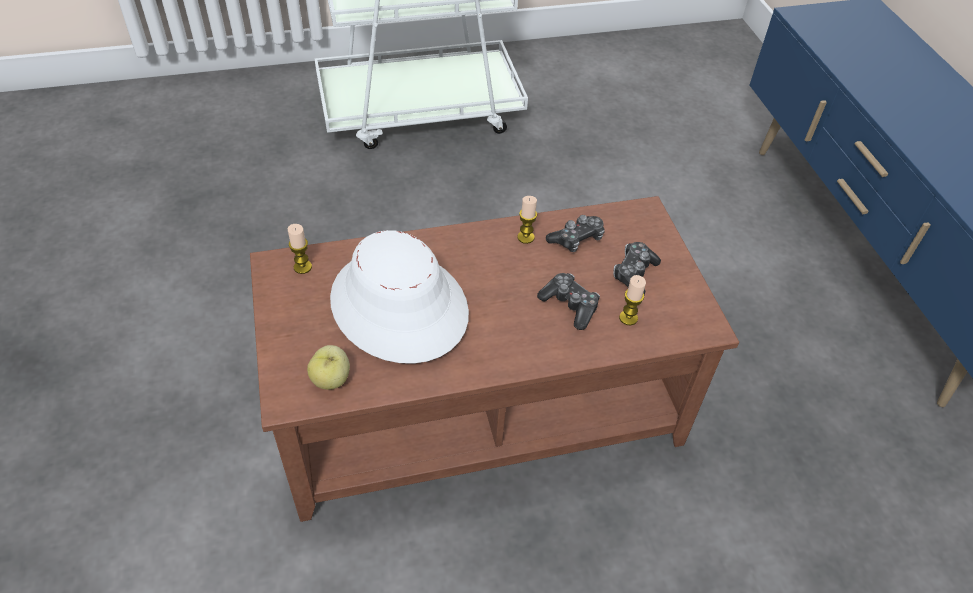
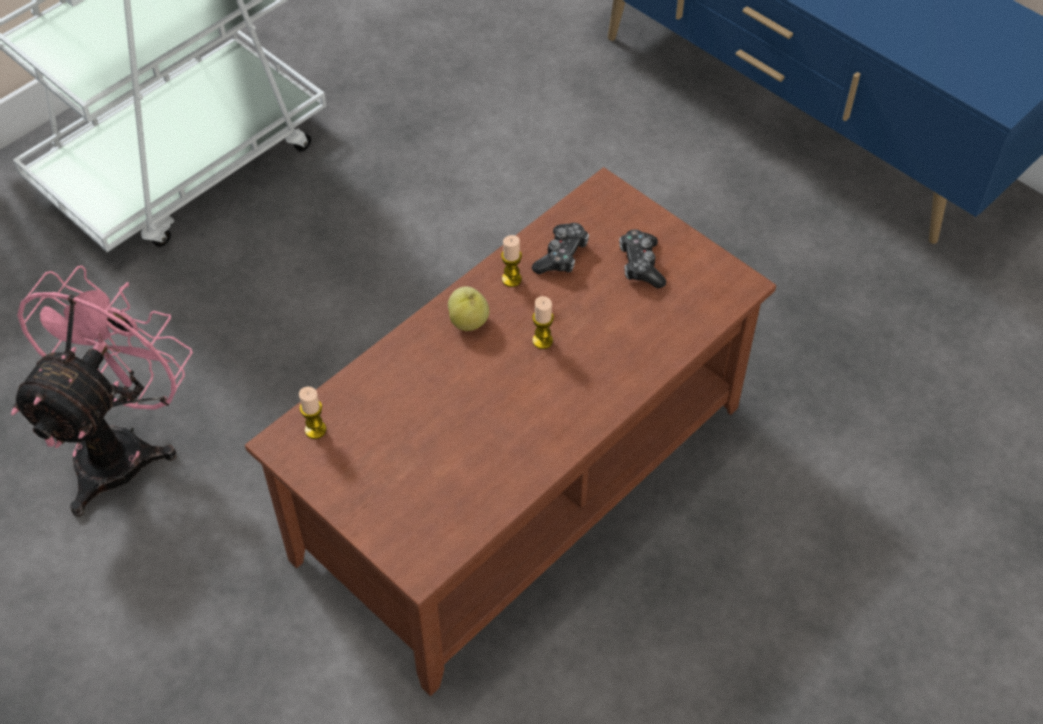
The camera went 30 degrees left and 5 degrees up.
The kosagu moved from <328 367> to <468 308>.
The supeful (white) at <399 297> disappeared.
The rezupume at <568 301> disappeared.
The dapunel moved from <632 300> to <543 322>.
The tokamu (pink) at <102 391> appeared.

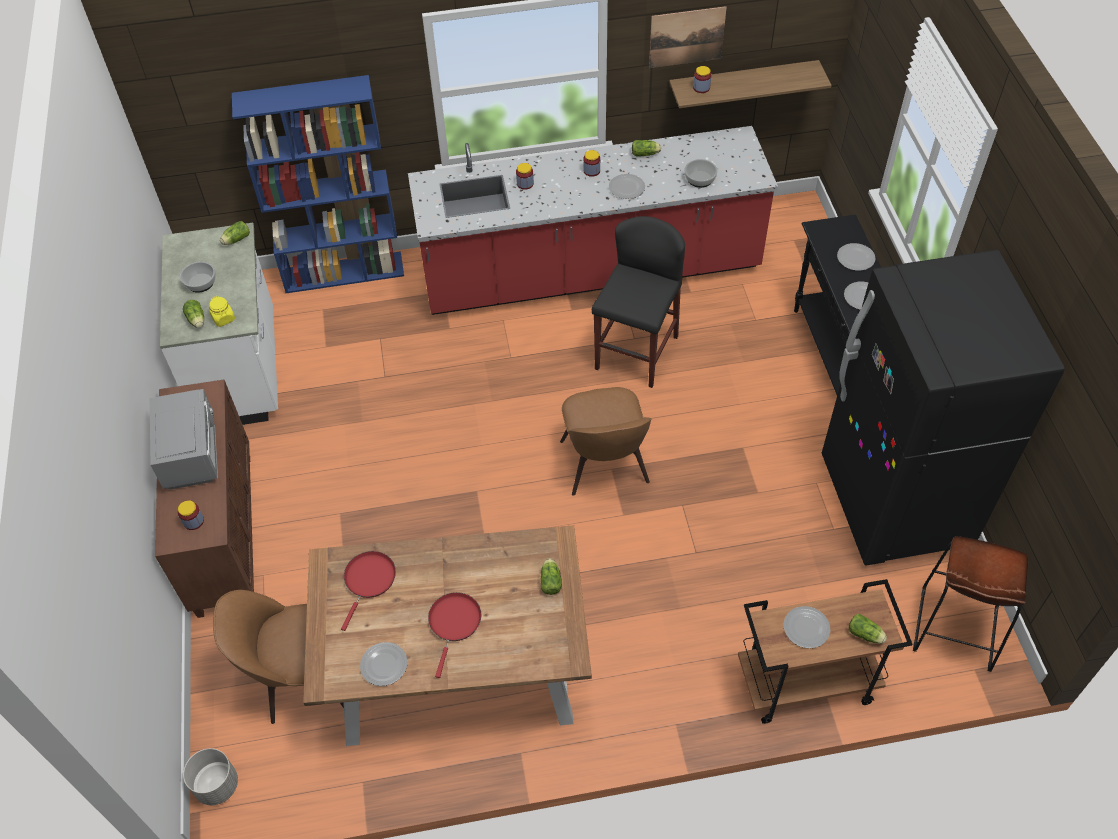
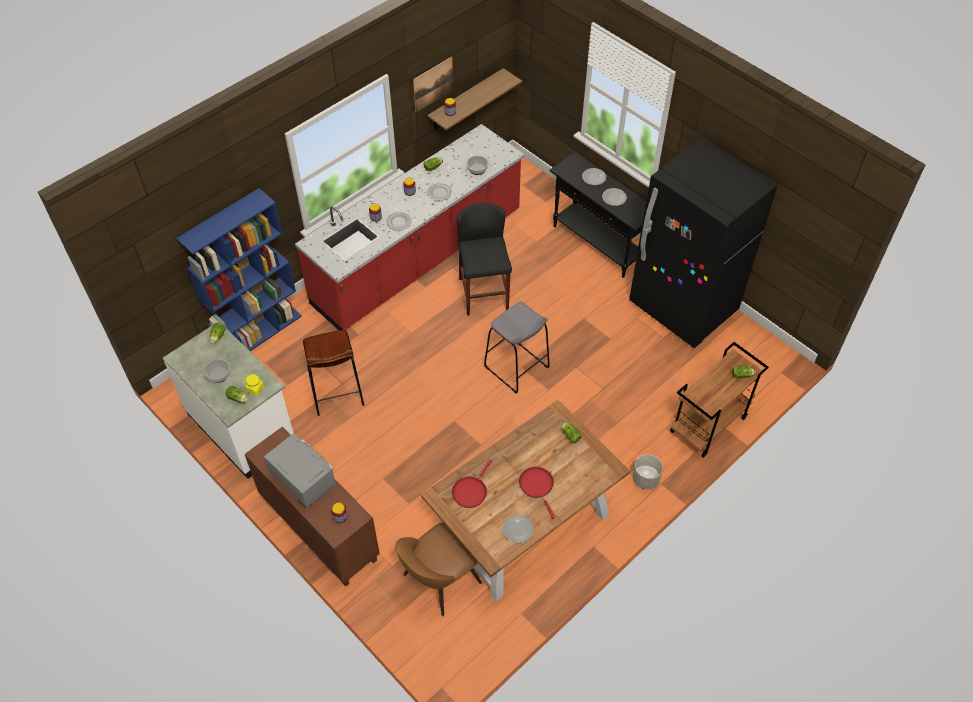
The camera went 35 degrees left and 0 degrees up.
The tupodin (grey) moved from <210 776> to <648 471>.
The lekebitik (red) at <368 591> turned 135 degrees counterclockwise.
The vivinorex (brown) at <605 441> was replaced by the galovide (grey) at <517 347>.
The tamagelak moved from <807 627> to <399 221>.
The galovide (brown) moved from <970 604> to <333 373>.

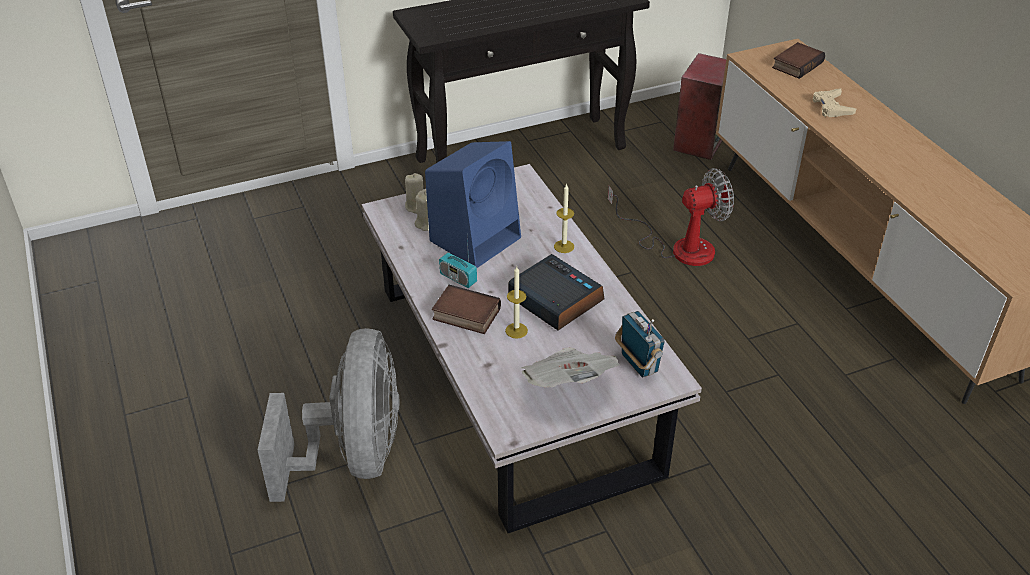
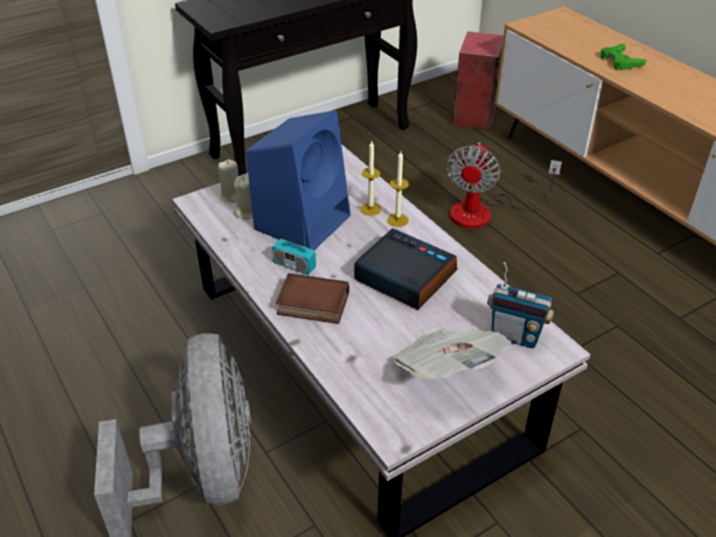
The camera went 10 degrees left and 0 degrees up.
The dapunel moved from <516 302> to <370 178>.
The tokamu at <671 217> turned 135 degrees clockwise.
The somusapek at <640 344> turned 150 degrees clockwise.
The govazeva at <798 60> disappeared.
The rezupume (beige) at <834 102> became the rezupume (green) at <623 56>.

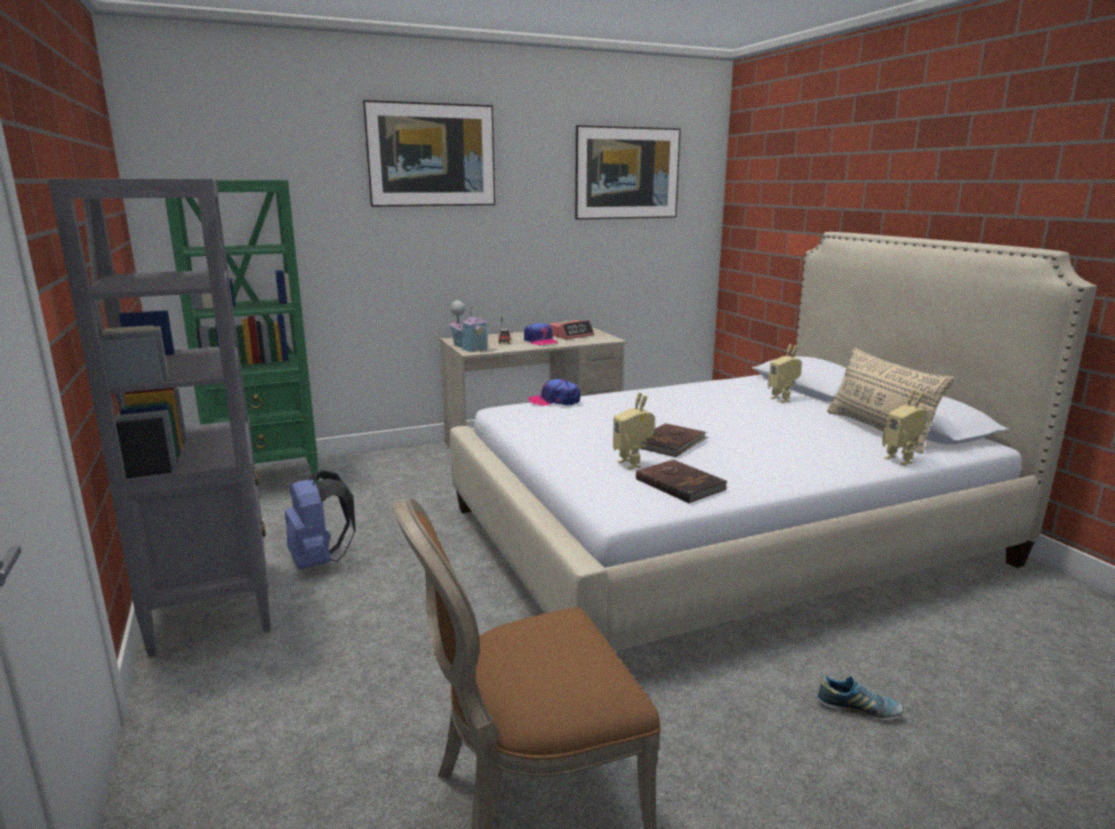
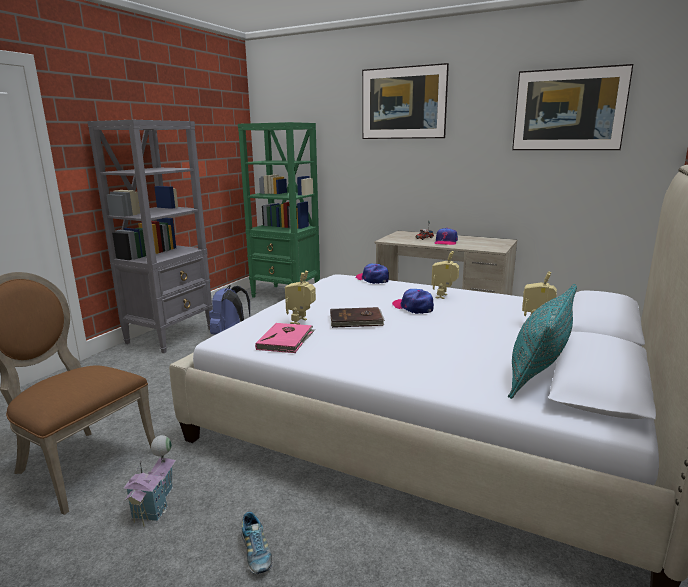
The camera went 50 degrees right and 0 degrees up.
The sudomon moved from <467 326> to <149 481>.
The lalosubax at <571 329> disappeared.
The govazeva (brown) at <682 481> became the govazeva (pink) at <285 338>.
The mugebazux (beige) at <890 400> became the mugebazux (turquoise) at <542 341>.
The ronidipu moved from <905 428> to <445 275>.
The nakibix at <413 301> appeared.

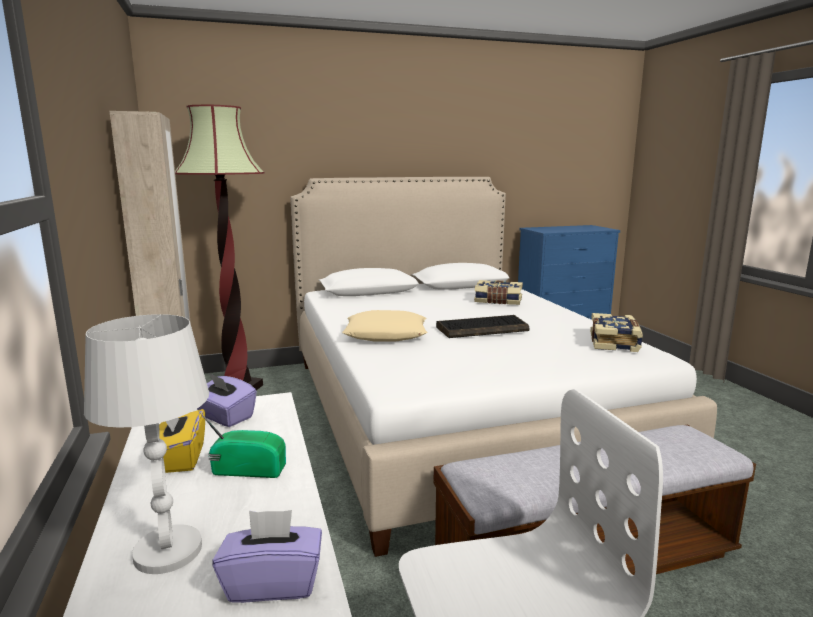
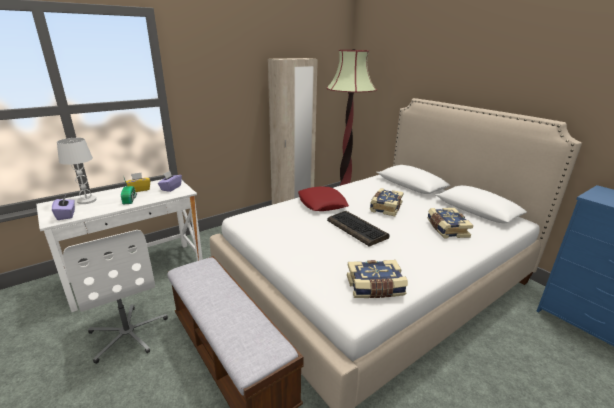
The camera went 70 degrees right and 10 degrees up.
The mugebazux (beige) at <384 326> became the mugebazux (red) at <323 198>.
The govazeva at <387 202> appeared.

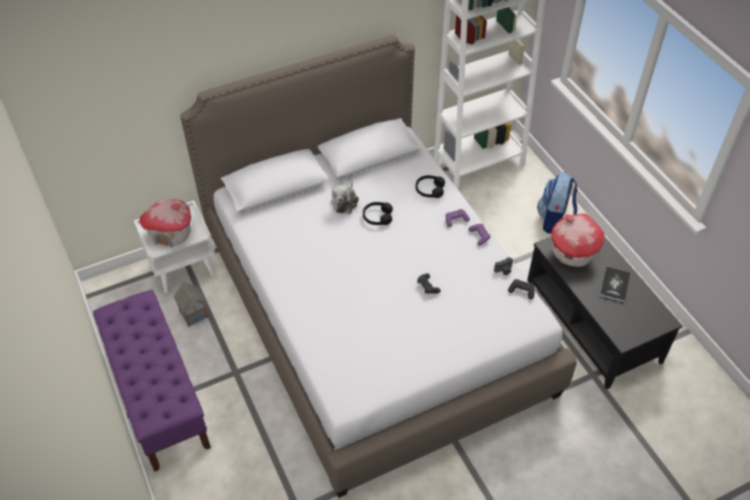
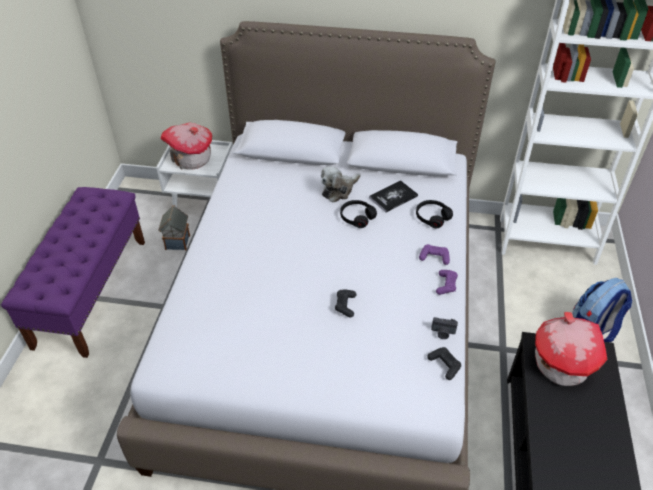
The camera went 35 degrees right and 5 degrees down.
The govazeva moved from <615 284> to <393 196>.

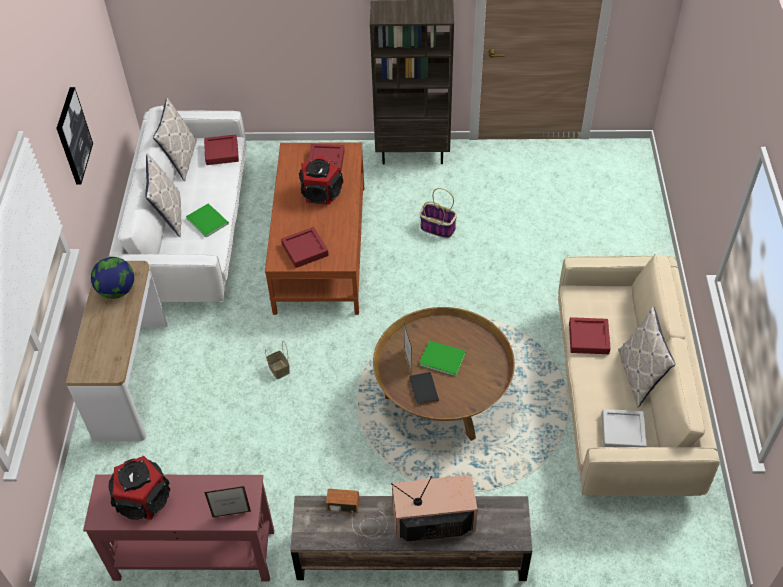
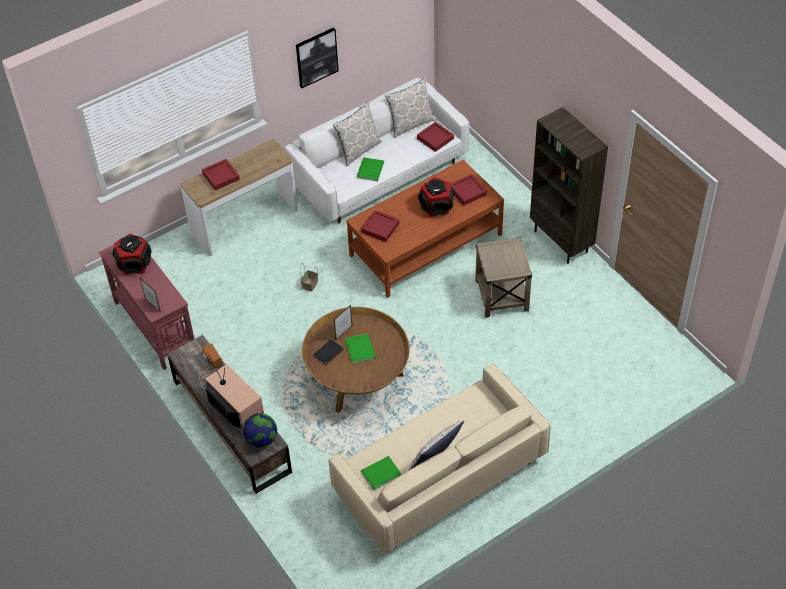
The camera went 55 degrees right and 0 degrees up.
The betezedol moved from <112 278> to <260 430>.
The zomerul at <438 213> was replaced by the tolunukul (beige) at <503 277>.
The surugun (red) moved from <590 335> to <221 174>.
The surugun (grey) at <624 428> was replaced by the govazeva (green) at <381 473>.

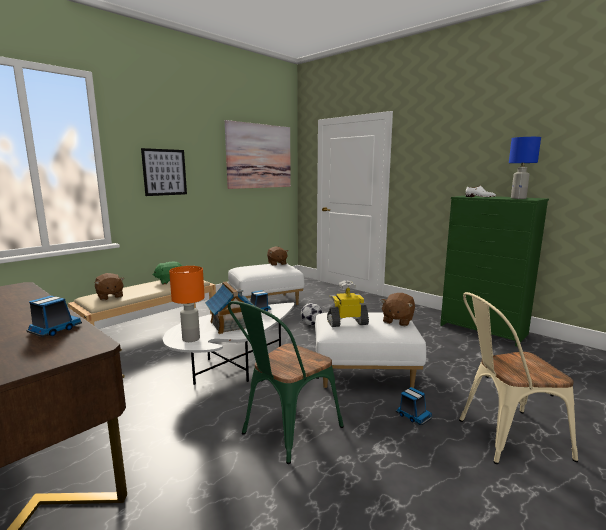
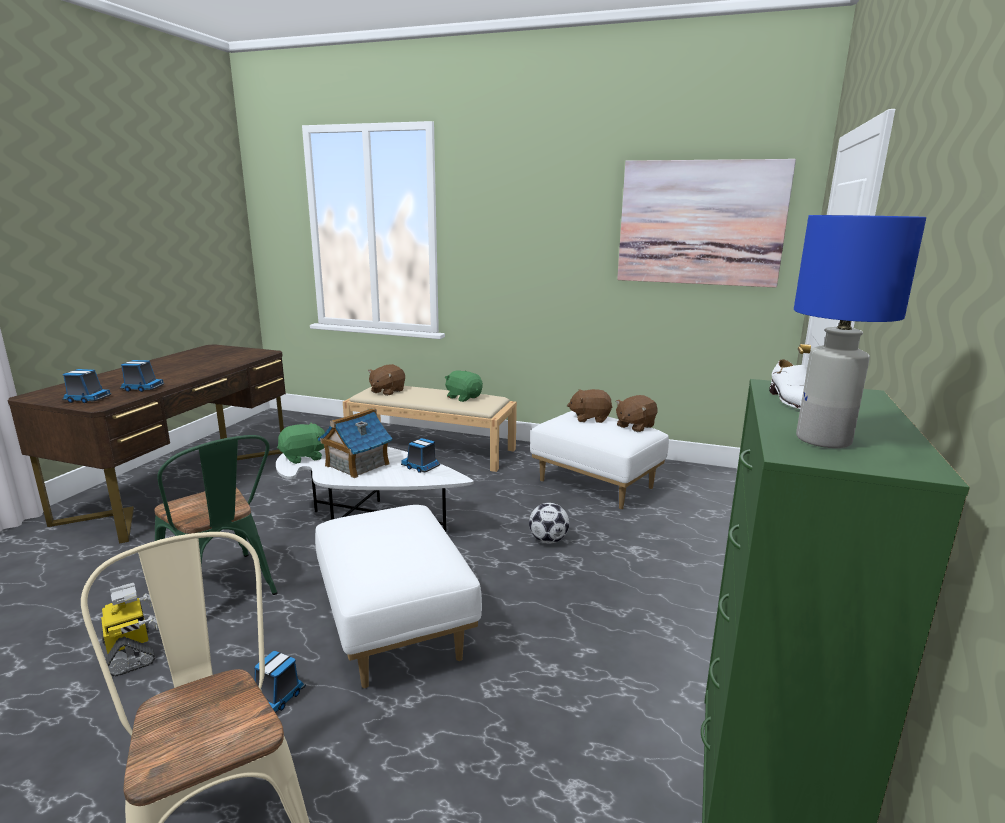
The camera went 65 degrees right and 5 degrees up.
The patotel at <164 172> disappeared.
The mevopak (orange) at <187 304> was replaced by the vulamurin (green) at <301 443>.
The vivinorex (green) at <286 382> turned 150 degrees counterclockwise.
The ronidipu moved from <348 303> to <129 629>.
The vulamurin (brown) moved from <398 309> to <590 406>.
The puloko at <86 386> appeared.

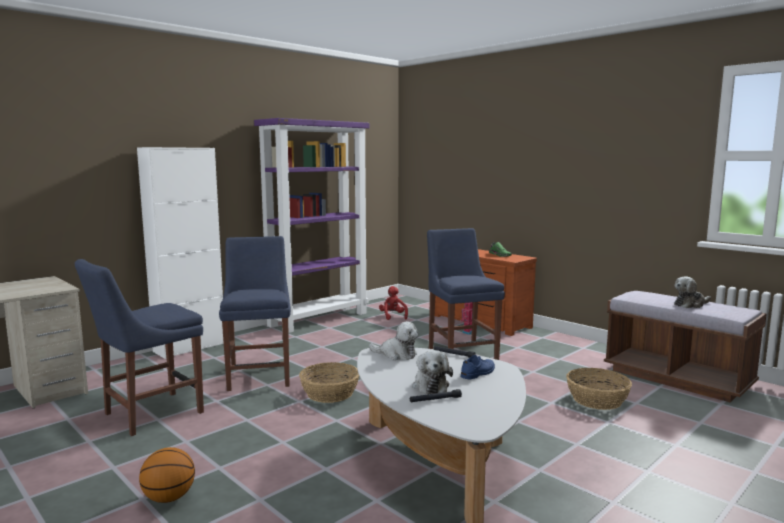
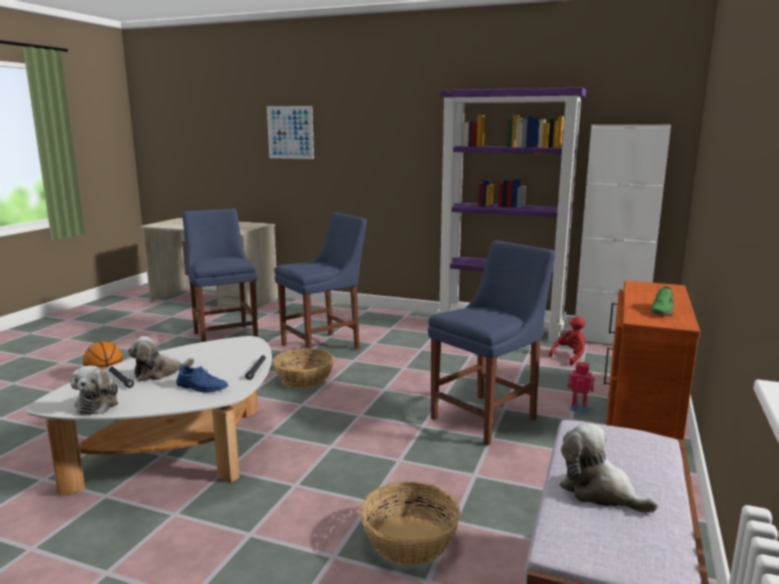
The camera went 65 degrees right and 5 degrees up.
The vivinorex (blue) at <139 347> turned 45 degrees clockwise.
The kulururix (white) moved from <180 253> to <623 234>.
The vulamurin moved from <394 340> to <94 390>.
The patotel at <290 132> appeared.

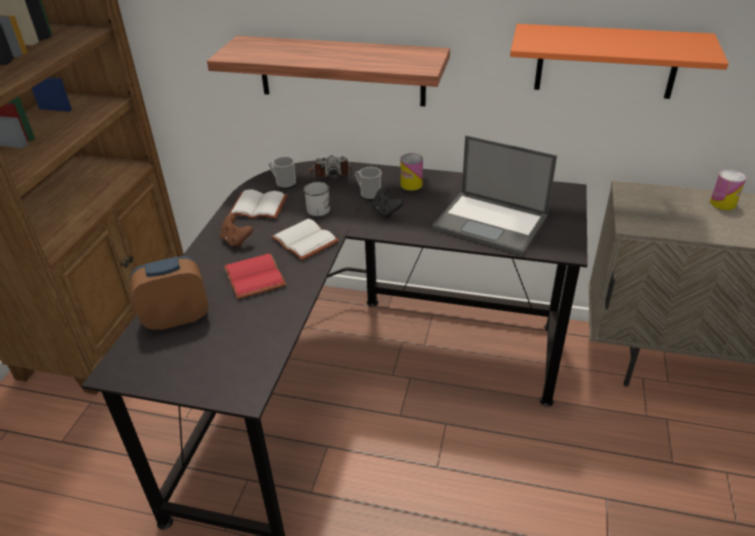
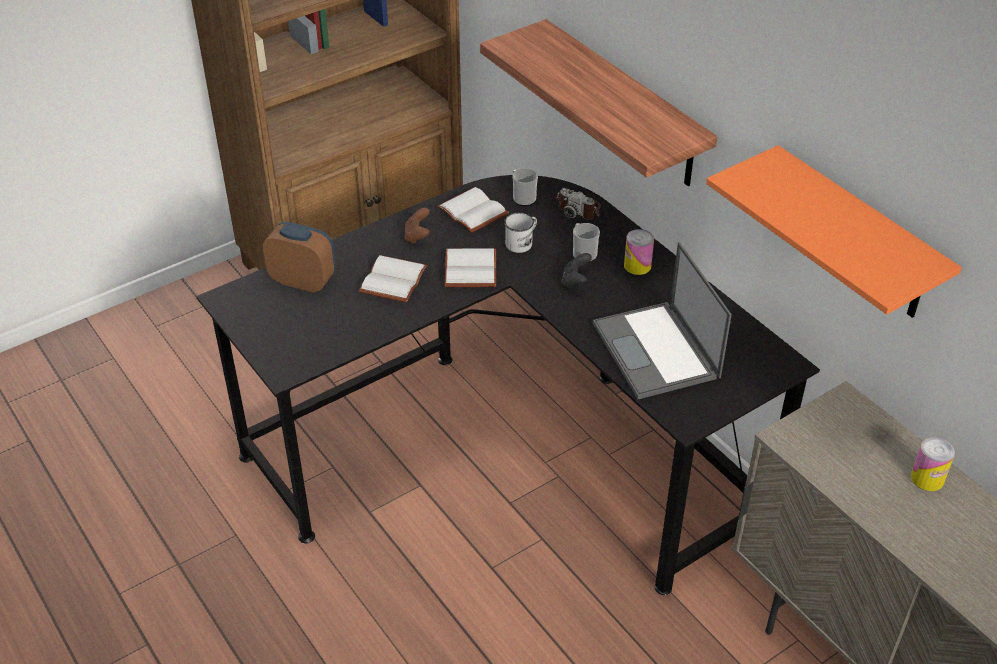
The camera went 40 degrees right and 5 degrees up.
The govazeva (red) at <255 276> became the govazeva (white) at <393 278>.

